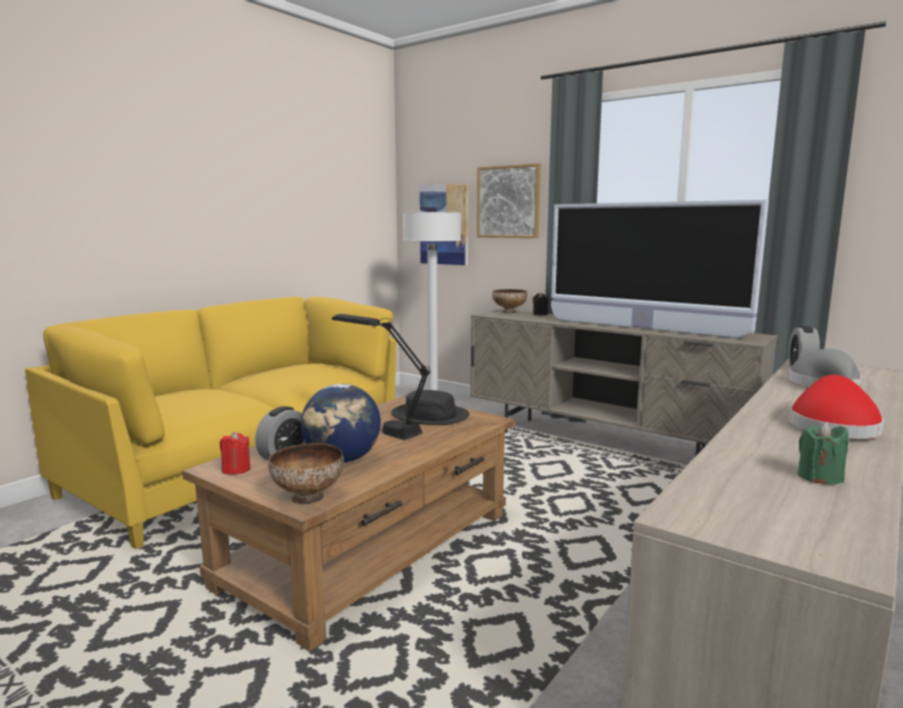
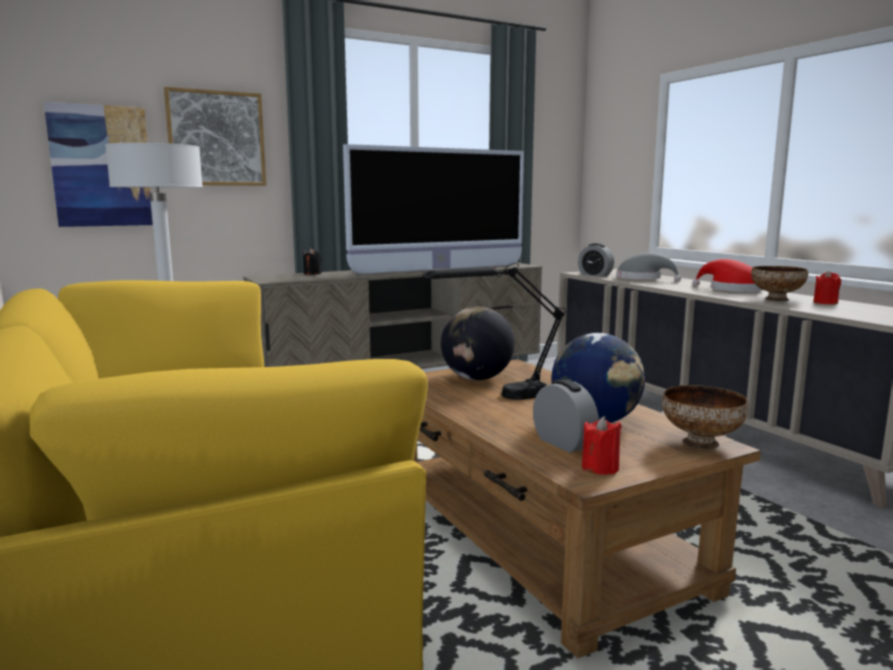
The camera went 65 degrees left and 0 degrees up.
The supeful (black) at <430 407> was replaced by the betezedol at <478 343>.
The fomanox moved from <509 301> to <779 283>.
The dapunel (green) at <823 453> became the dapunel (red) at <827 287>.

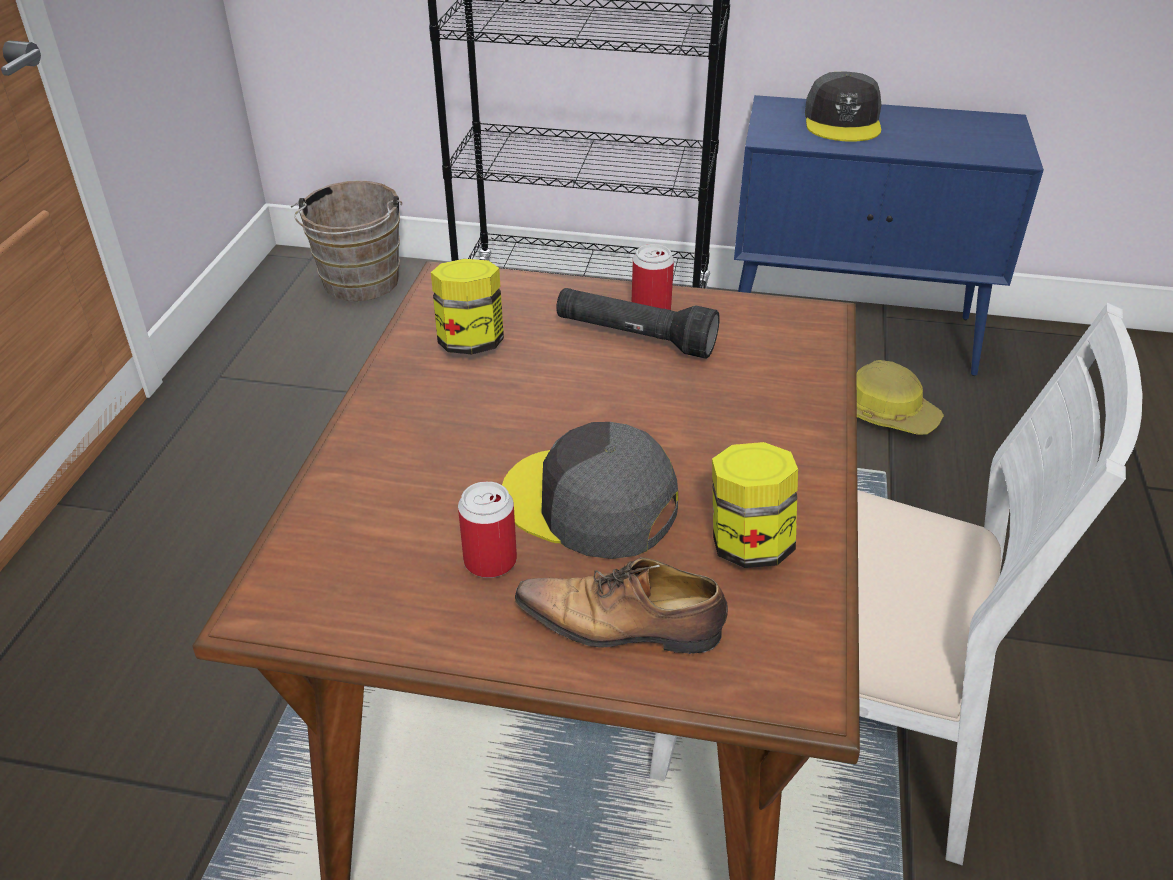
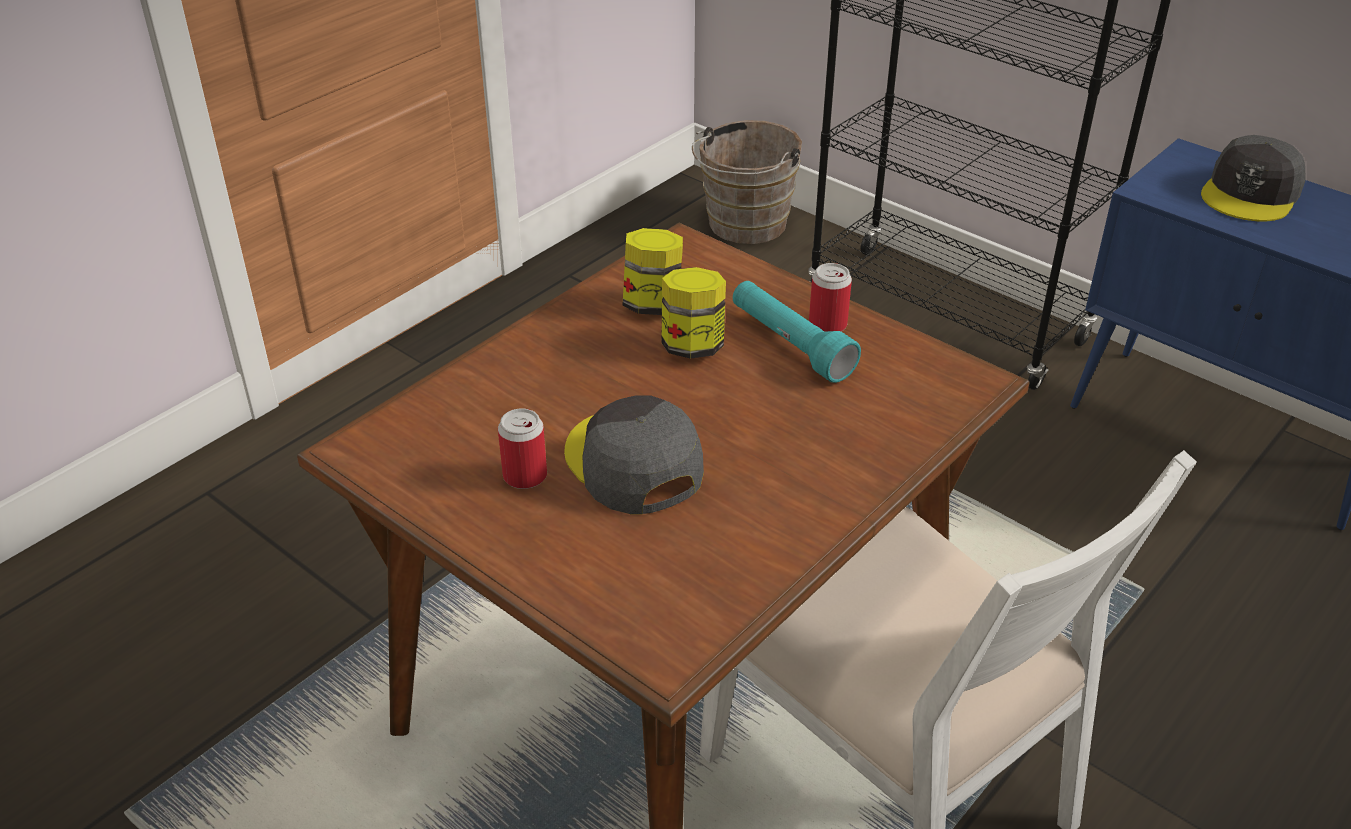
The camera went 30 degrees right and 0 degrees up.
The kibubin at <621 605> disappeared.
The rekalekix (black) at <638 323> became the rekalekix (turquoise) at <797 332>.
The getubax moved from <755 505> to <693 313>.
The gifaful at <900 397> disappeared.

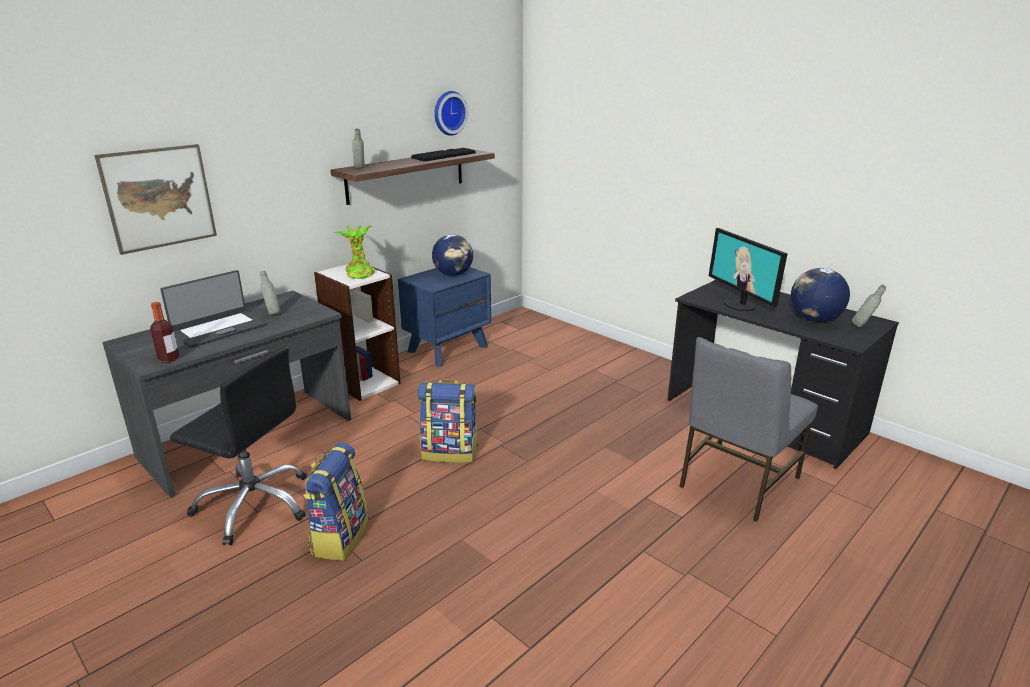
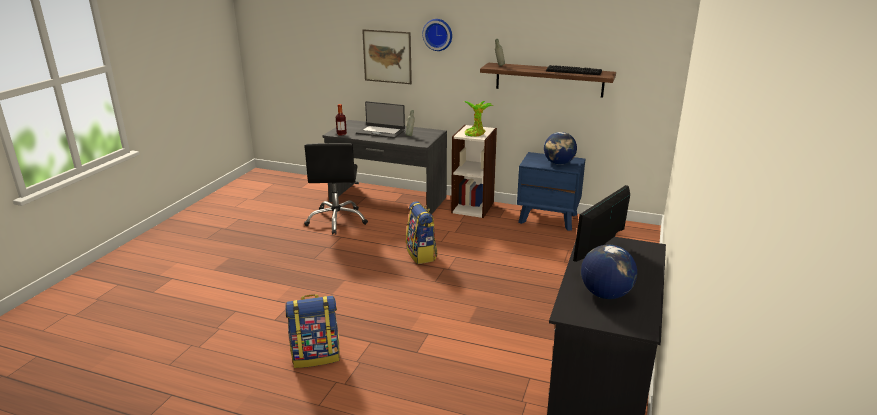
The camera went 65 degrees right and 0 degrees up.
The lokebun moved from <335 501> to <312 331>.
The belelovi moved from <451 113> to <437 35>.
The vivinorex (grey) at <748 429> disappeared.
The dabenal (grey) at <869 306> disappeared.

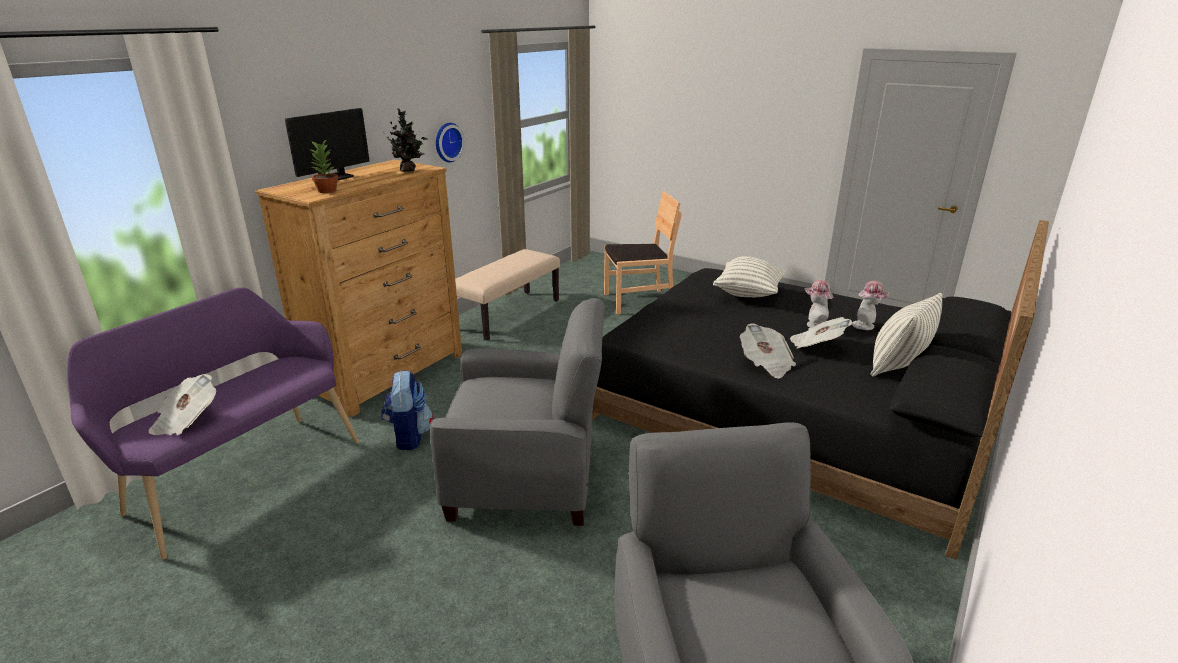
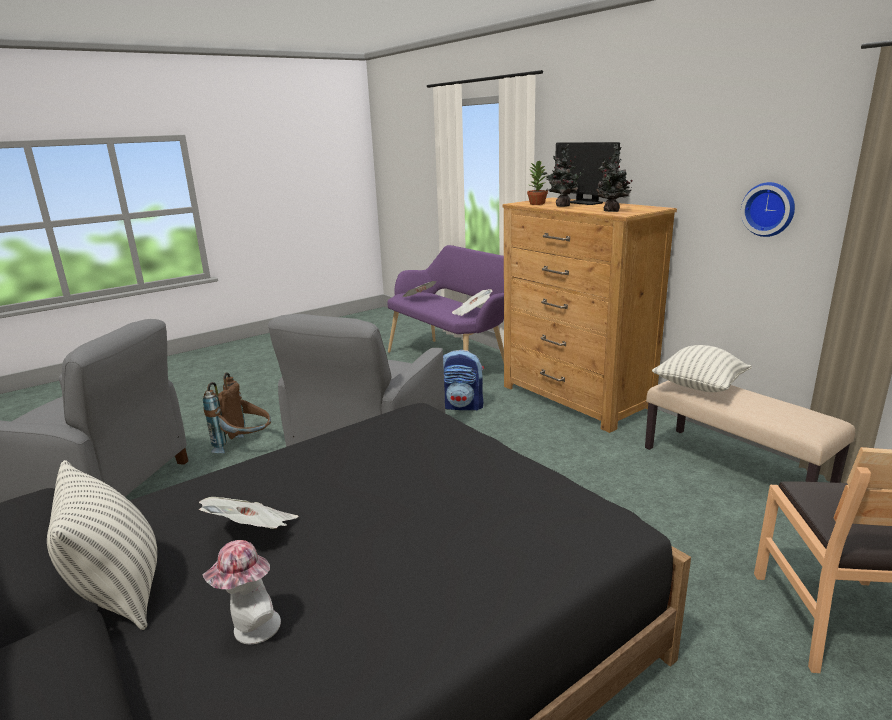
The camera went 110 degrees right and 5 degrees down.
The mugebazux moved from <749 276> to <702 368>.
The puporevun moved from <768 351> to <472 302>.
The supeful at <819 304> disappeared.
The lokebun (brown) at <237 413> appeared.
The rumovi at <562 175> appeared.

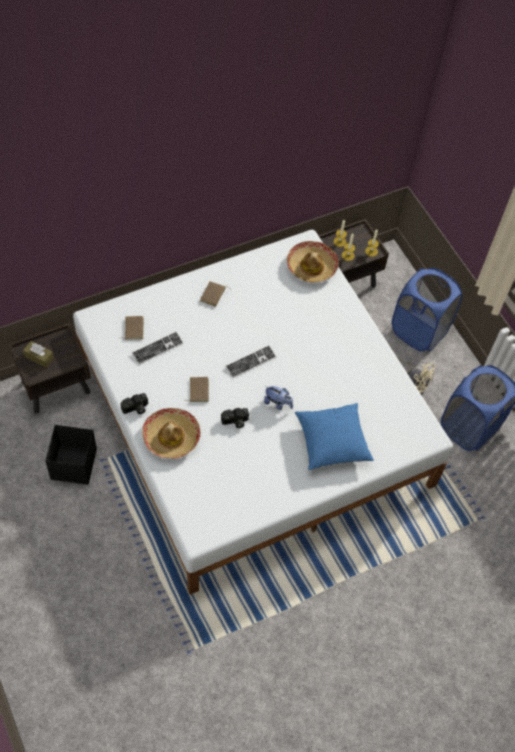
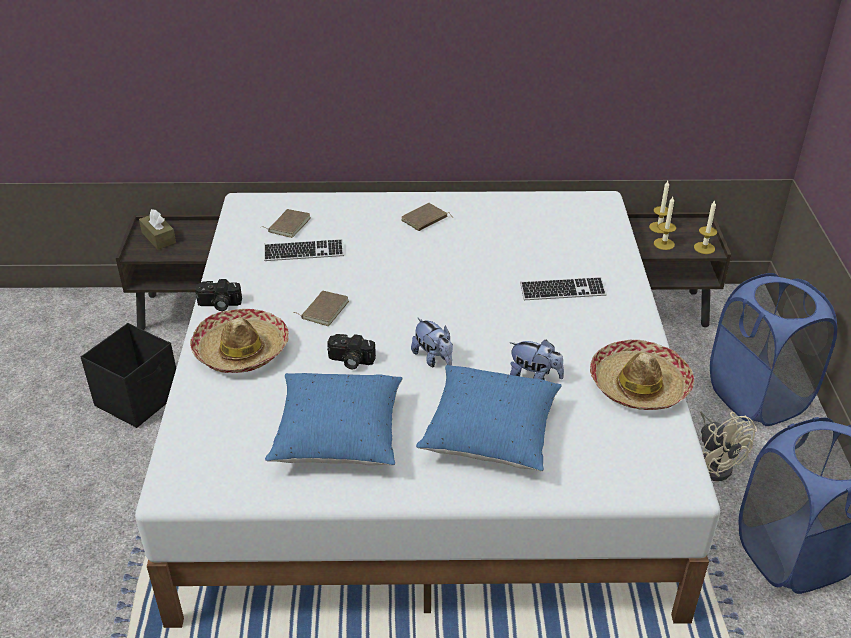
The camera went 30 degrees right and 20 degrees down.
The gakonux moved from <251 361> to <563 288>.
The supeful moved from <313 261> to <642 375>.
The mugebazux (blue) at <333 419> appeared.
The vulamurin at <536 360> appeared.

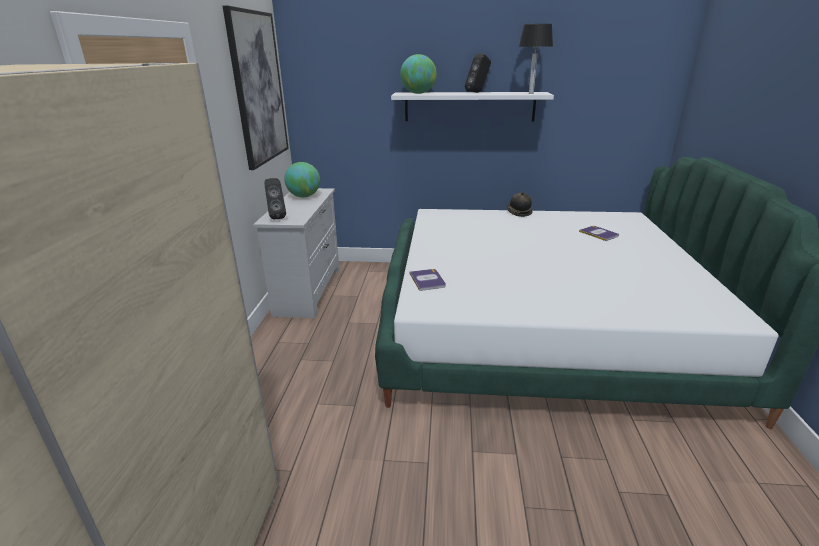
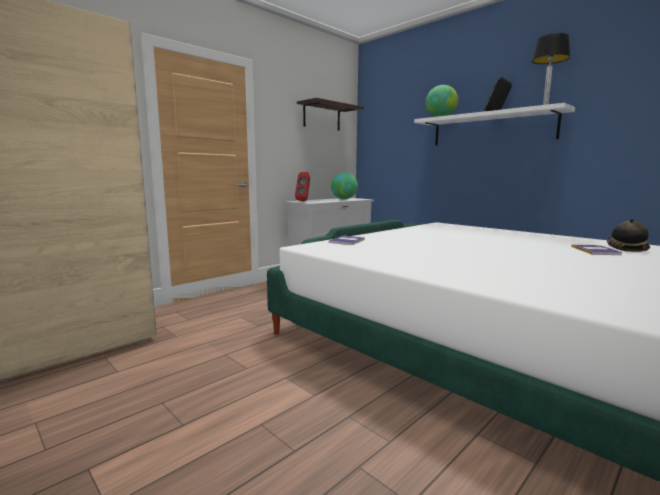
The camera went 40 degrees right and 15 degrees down.
The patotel at <256 88> was replaced by the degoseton at <330 114>.
The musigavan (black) at <275 199> became the musigavan (red) at <302 186>.
The supeful moved from <519 204> to <628 235>.

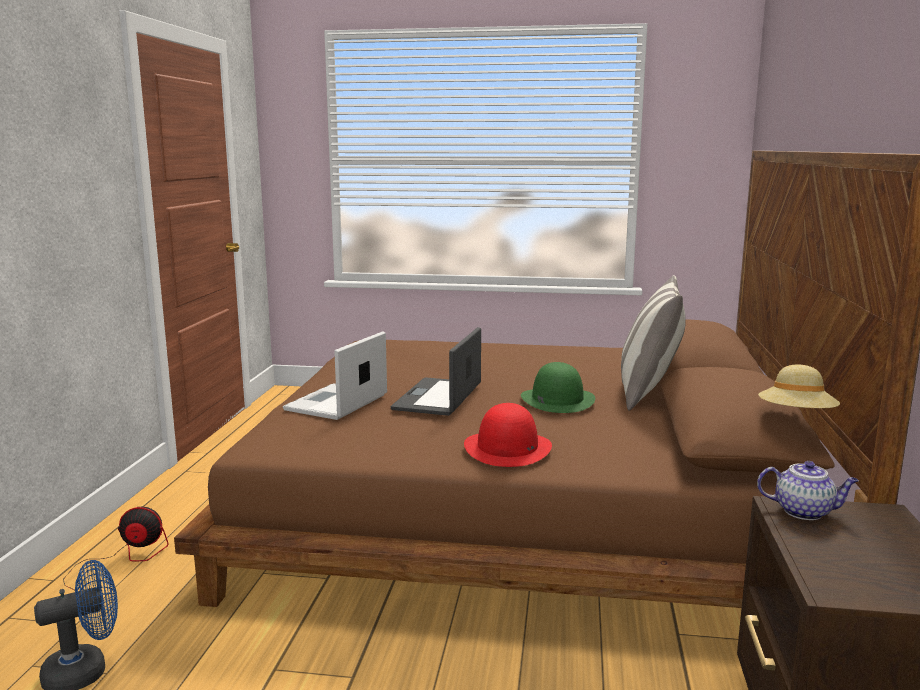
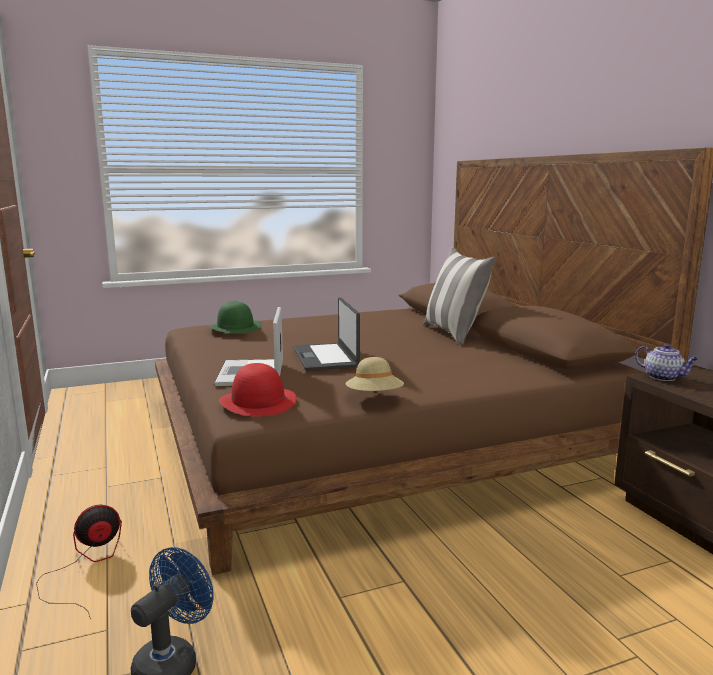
The camera went 30 degrees left and 0 degrees up.
The supeful (red) moved from <508 435> to <258 390>.
The supeful (green) moved from <558 387> to <235 317>.
The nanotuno at <808 490> turned 60 degrees clockwise.
The supeful (beige) moved from <799 386> to <375 374>.

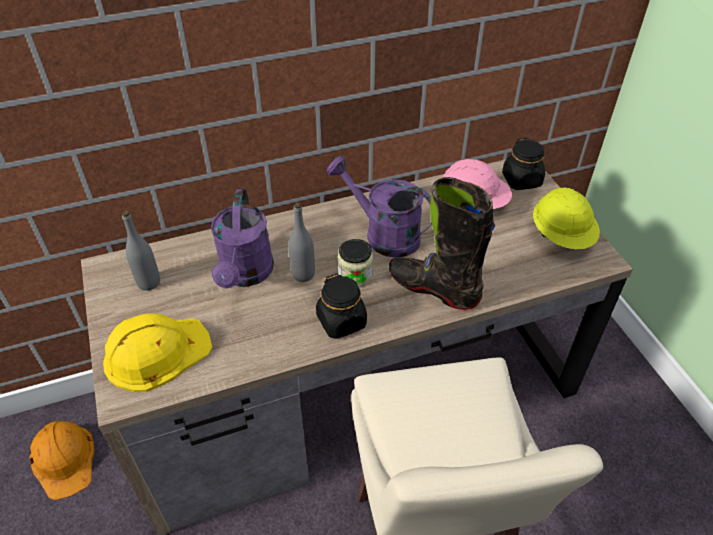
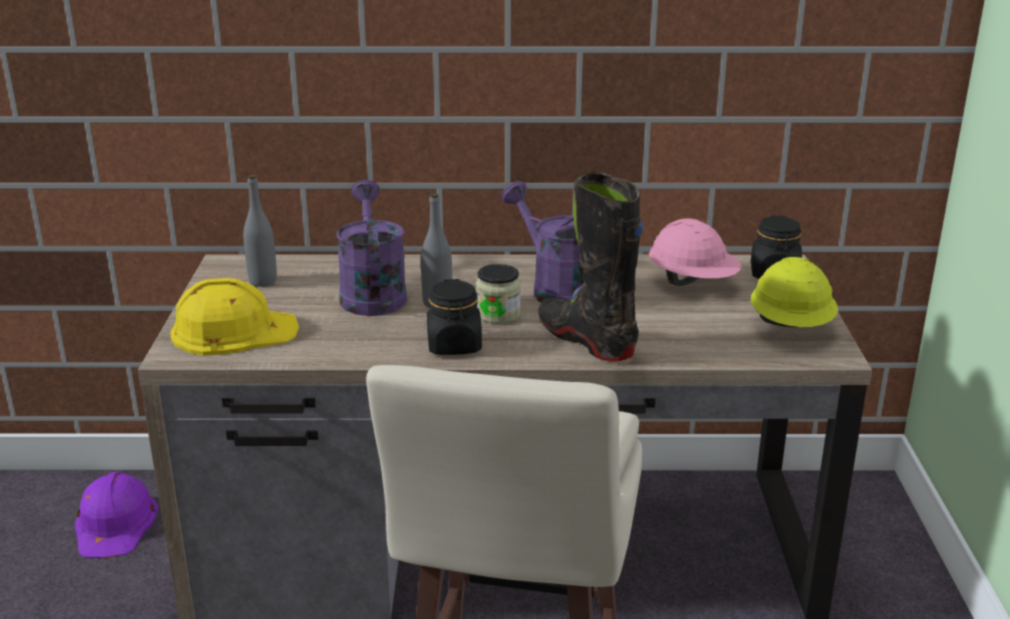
The camera went 20 degrees right and 20 degrees down.
The gifaful (orange) at <61 460> became the gifaful (purple) at <117 515>.
The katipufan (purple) at <242 239> turned 150 degrees clockwise.

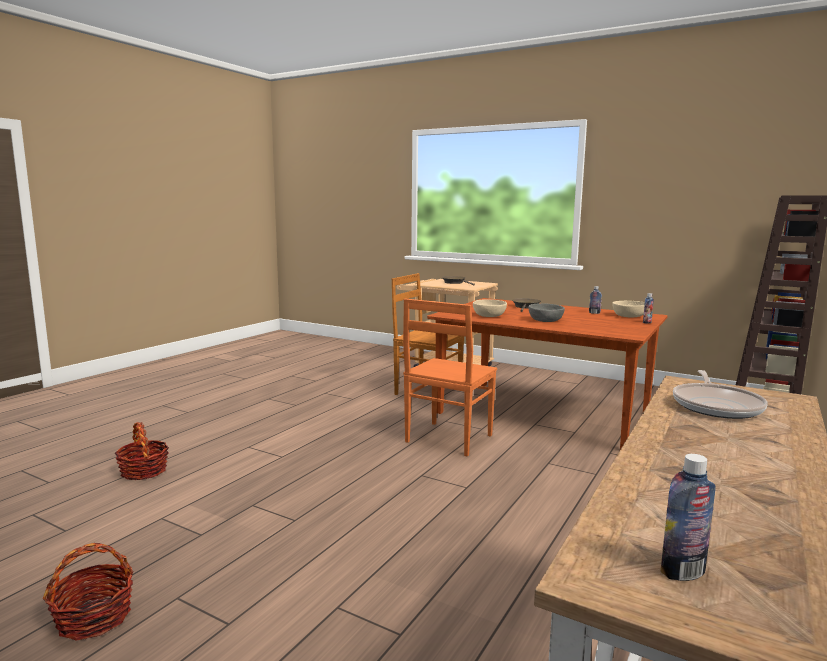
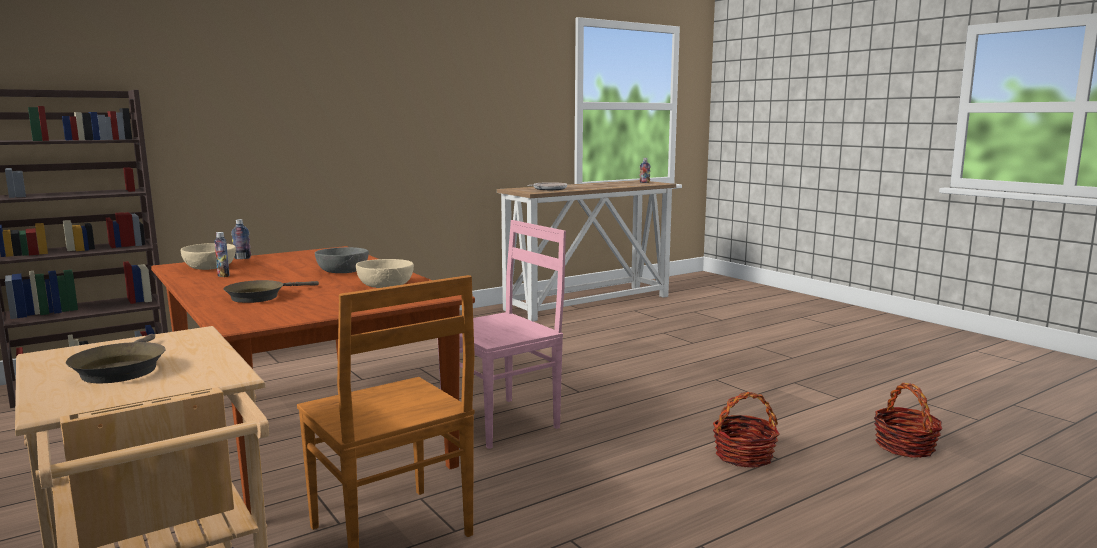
The camera went 155 degrees left and 0 degrees up.
The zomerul moved from <88 592> to <746 430>.
The vivinorex (orange) at <450 378> became the vivinorex (pink) at <502 334>.

